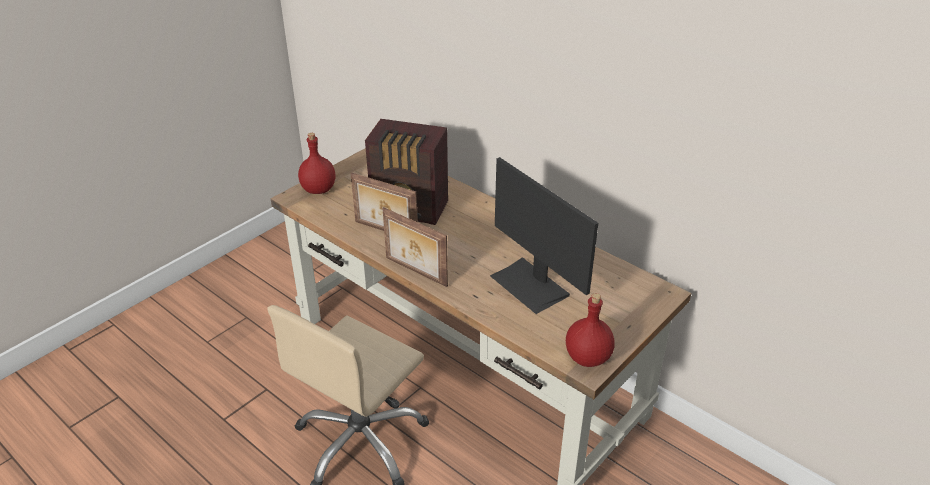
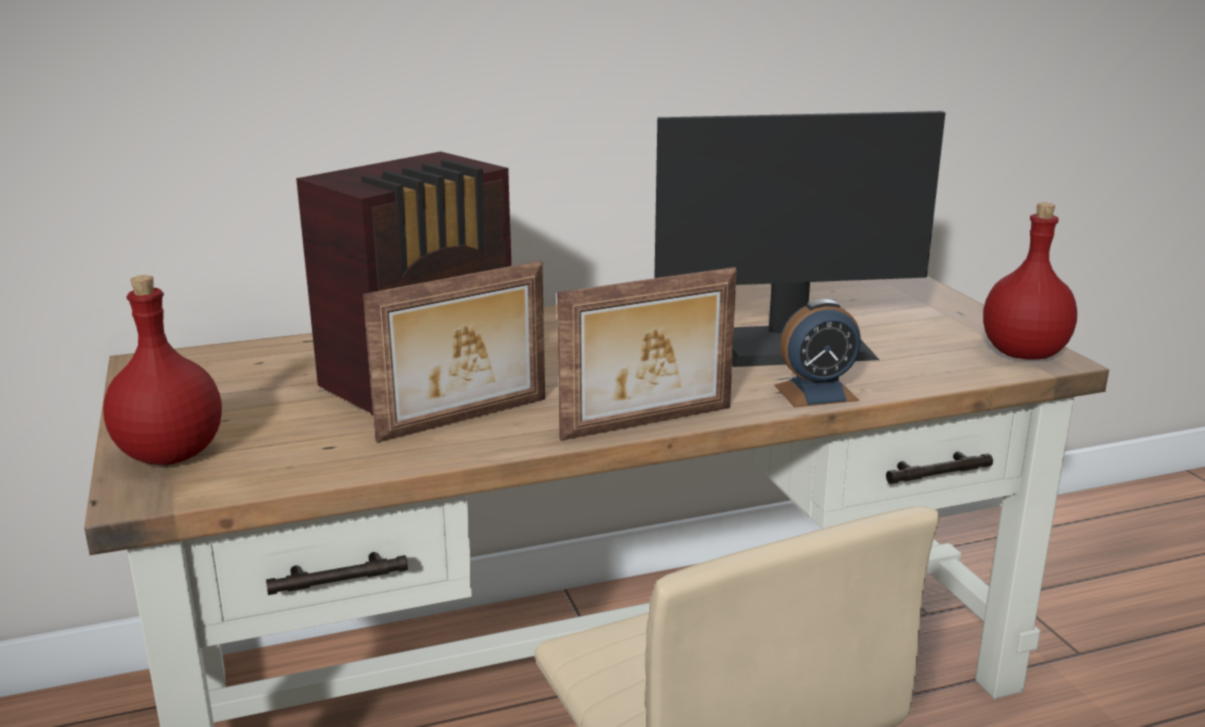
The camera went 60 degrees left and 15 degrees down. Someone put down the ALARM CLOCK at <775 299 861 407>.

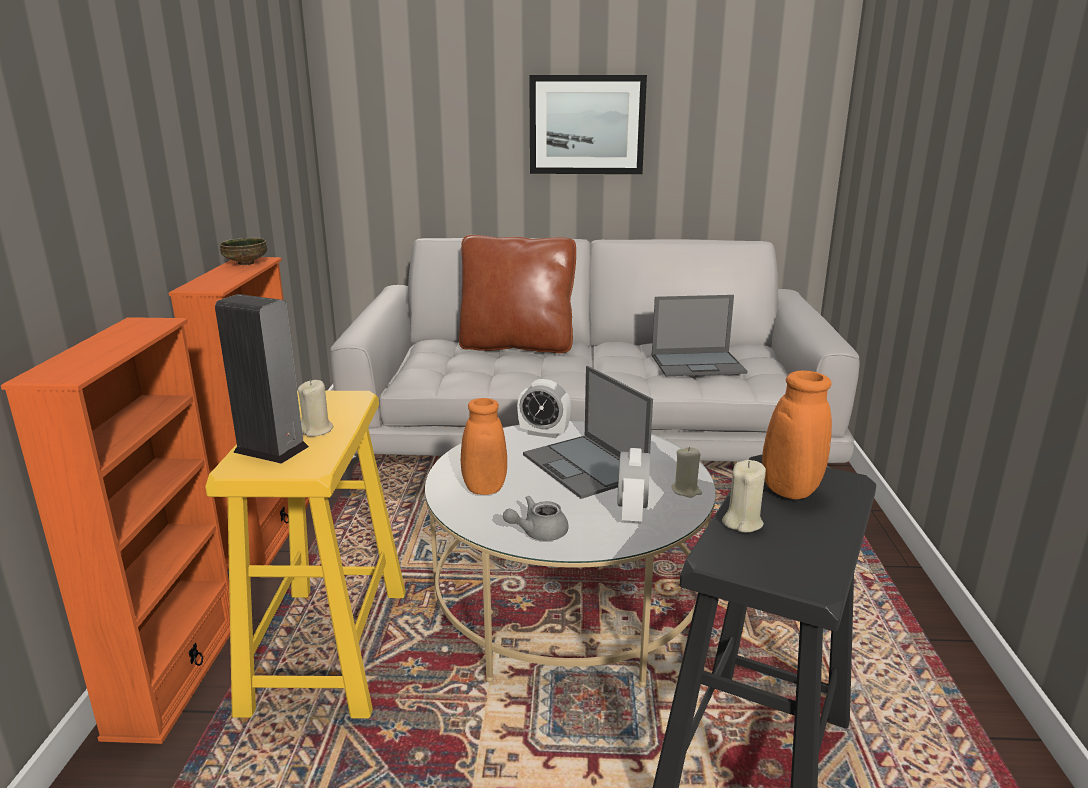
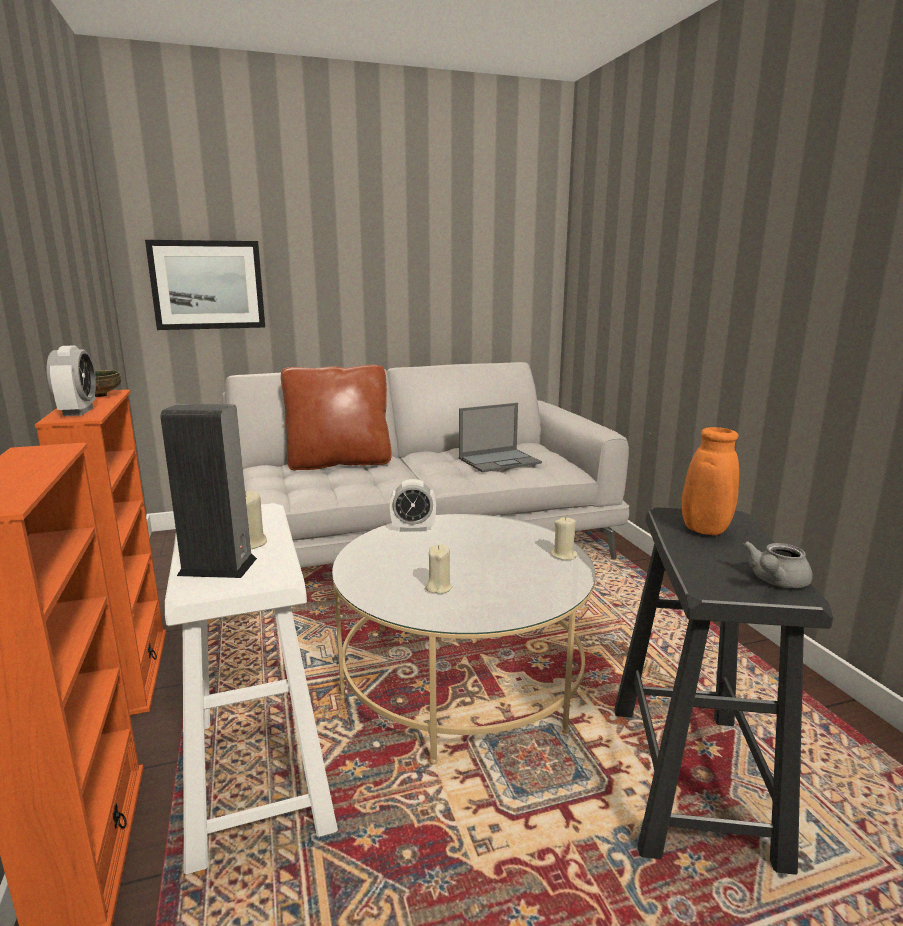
The camera went 20 degrees left and 5 degrees down. Someone carried the ALARM CLOCK from <617 448 650 524> to <47 346 96 416>. Someone carried the PICTURE from <529 75 647 174> to <145 240 265 330>. Someone repainted the YELLOW STOOL at <205 390 406 718>, which became the WHITE STOOL at <165 503 338 874>. Someone carried the BEIGE CANDLE from <722 460 766 533> to <425 544 452 594>. Someone carried the GREY TEAPOT from <503 496 569 541> to <743 541 813 588>. Someone took away the ORANGE VASE at <461 398 507 495>. Someone took away the LAPTOP at <523 366 653 499>.

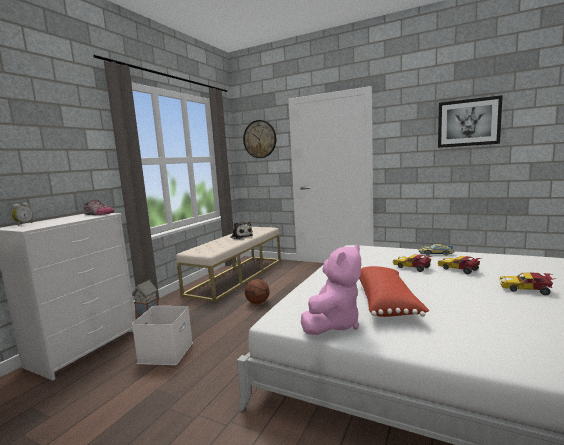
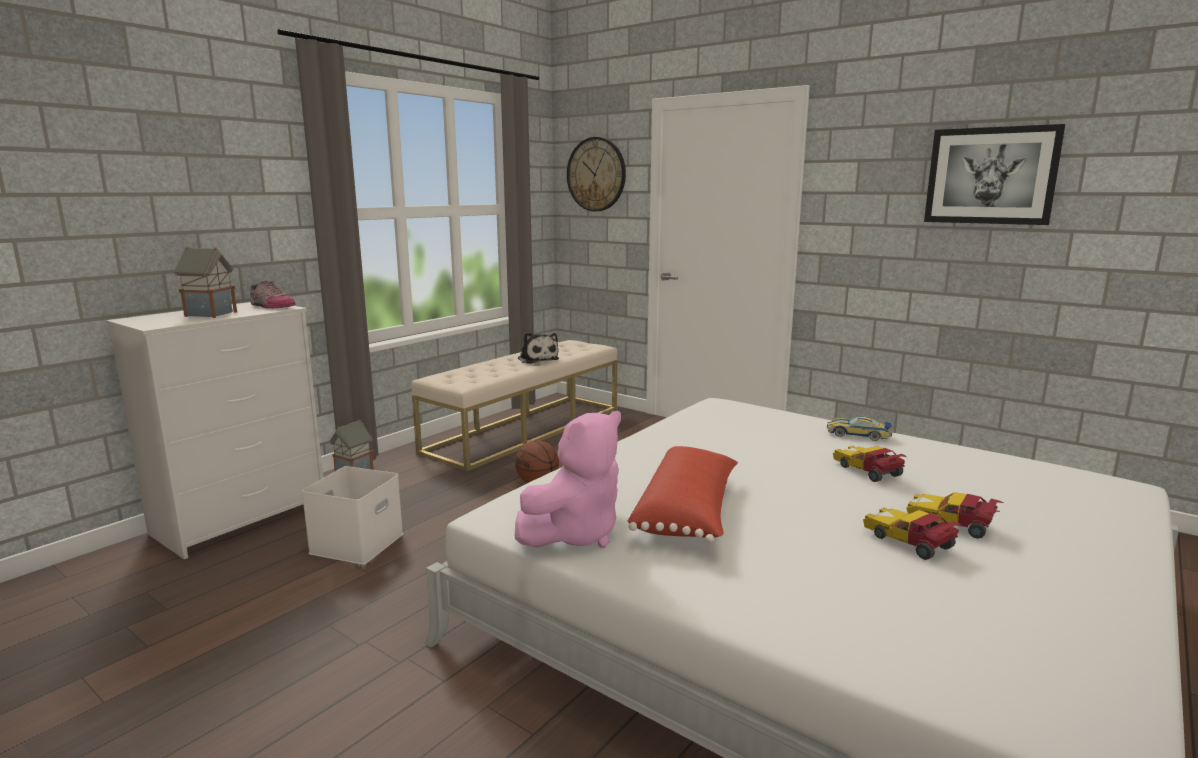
The camera went 10 degrees right and 5 degrees up. Someone put down the TOY HOUSE at <174 247 237 318>. Someone carried the TOY CAR from <393 254 433 272> to <863 508 963 560>. Someone took away the ALARM CLOCK at <11 203 33 226>.

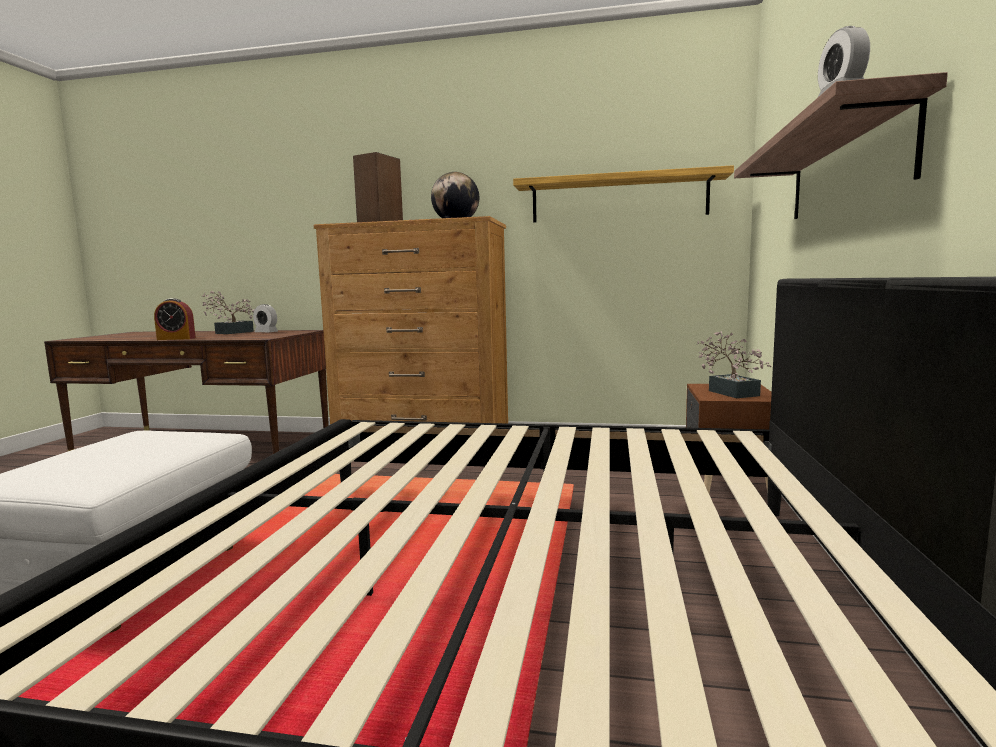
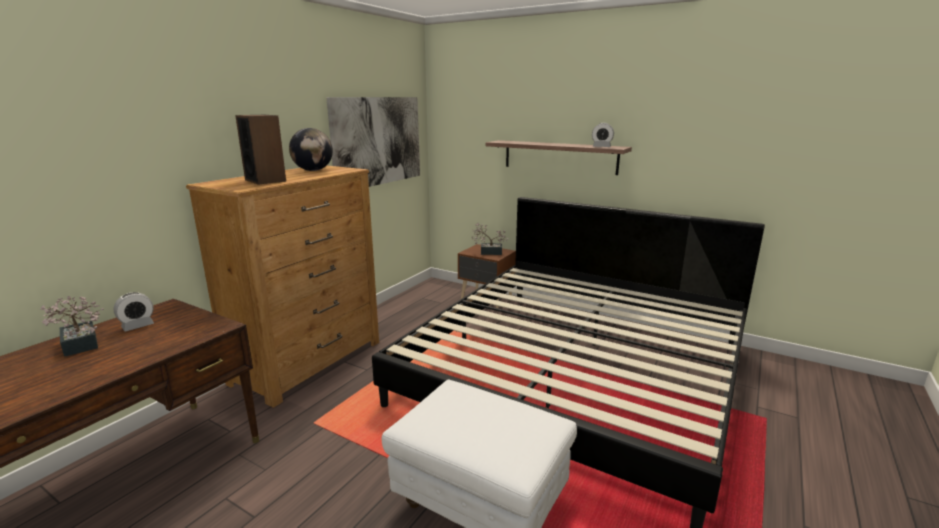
The camera went 70 degrees left and 10 degrees up. Someone swapped the SHELF at <513 165 734 222> for the PICTURE at <326 97 420 187>. Someone took away the ALARM CLOCK at <154 298 196 340>.

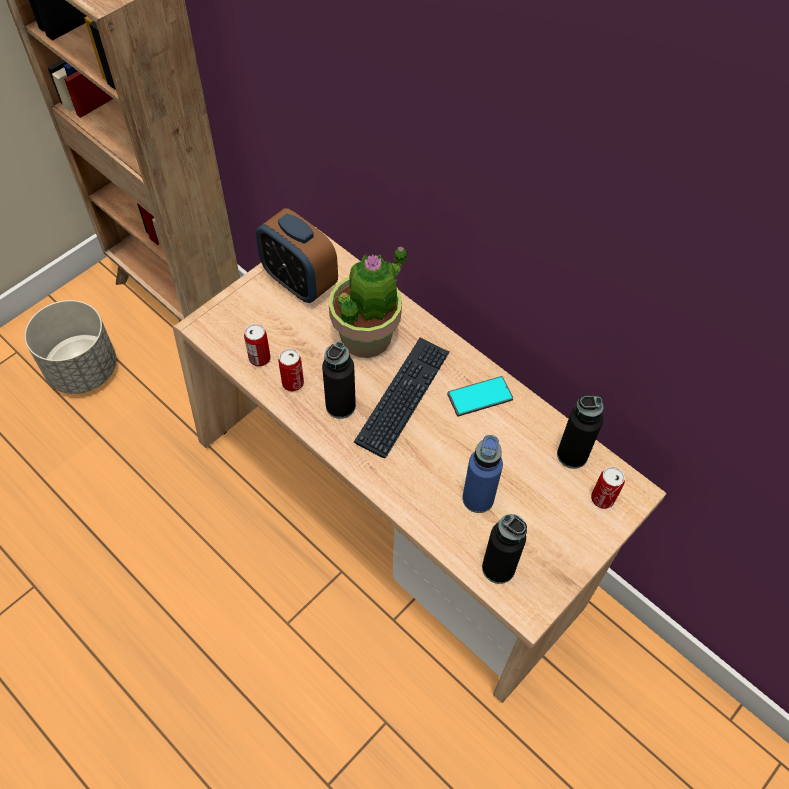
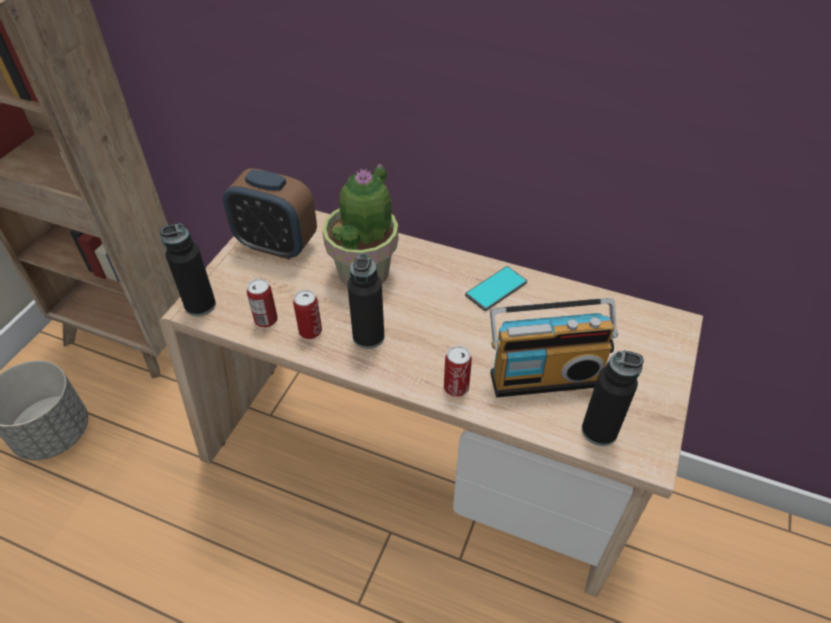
The camera went 20 degrees left and 10 degrees down. Someone carried the BLACK BOTTLE from <557 395 603 469> to <160 224 216 316>. Someone carried the CAN from <591 466 625 509> to <444 345 472 397>. Someone swapped the BLUE BOTTLE at <462 435 503 513> for the RADIO at <490 298 618 397>. Someone took away the KEYBOARD at <354 337 450 458>.

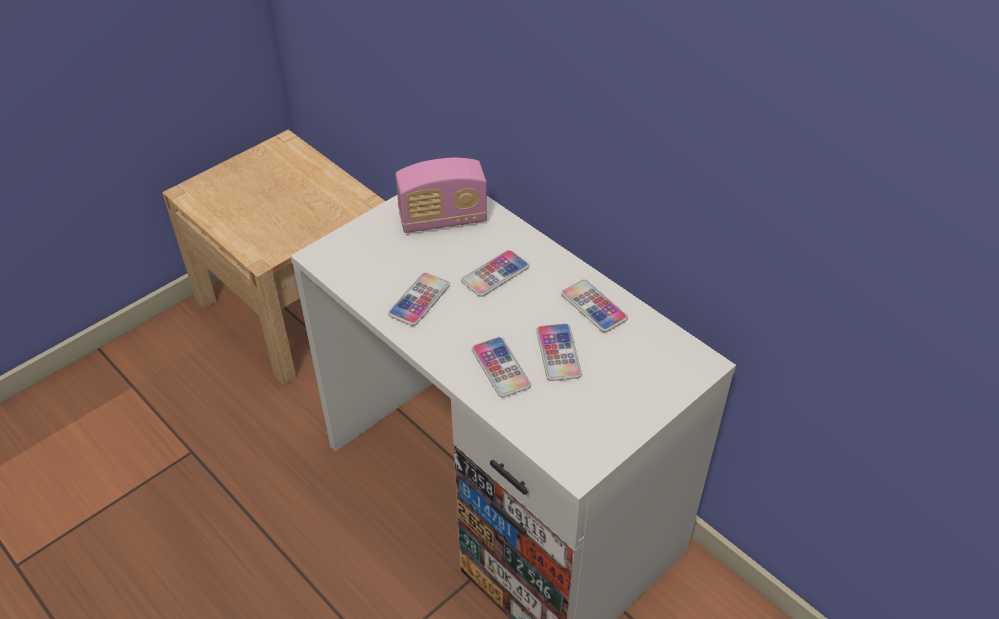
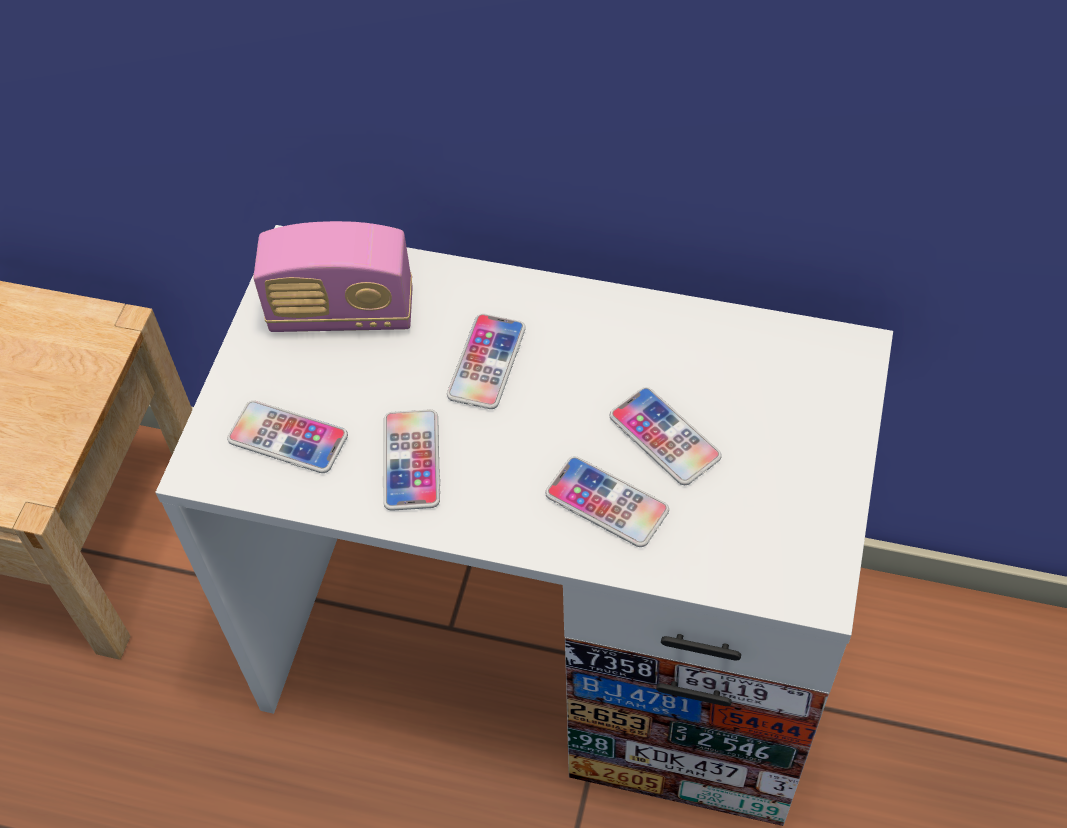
The camera went 30 degrees left and 10 degrees up. Someone carried the PHONE from <561 279 628 332> to <227 400 348 473>. Someone rotated the RADIO at <396 158 487 233> by 45 degrees clockwise.

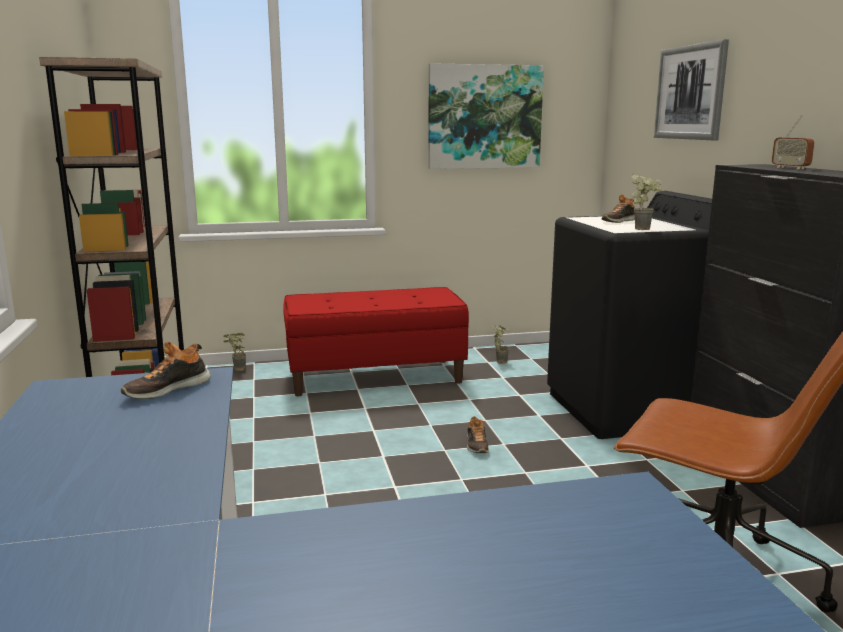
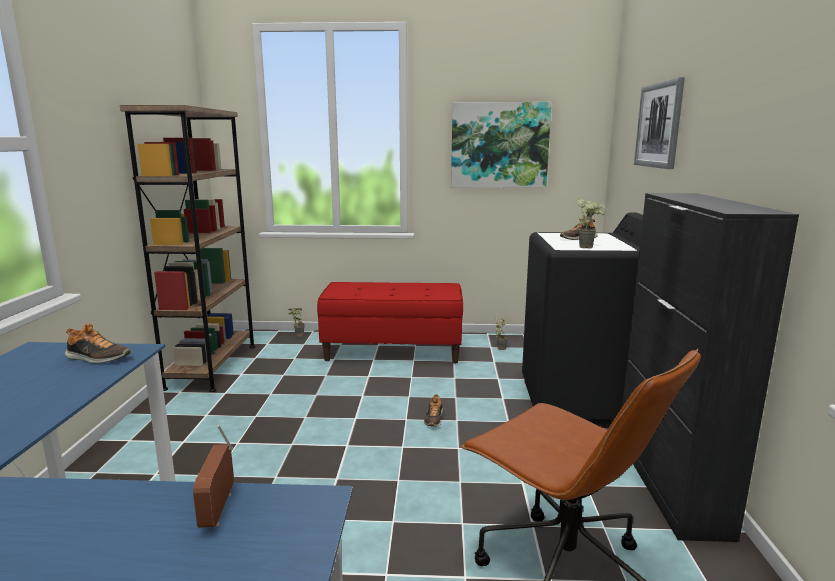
The camera went 15 degrees right and 0 degrees up. Someone rotated the SHOE at <121 342 211 399> by 135 degrees counterclockwise. Someone carried the RADIO from <772 115 815 169> to <193 425 234 528>.

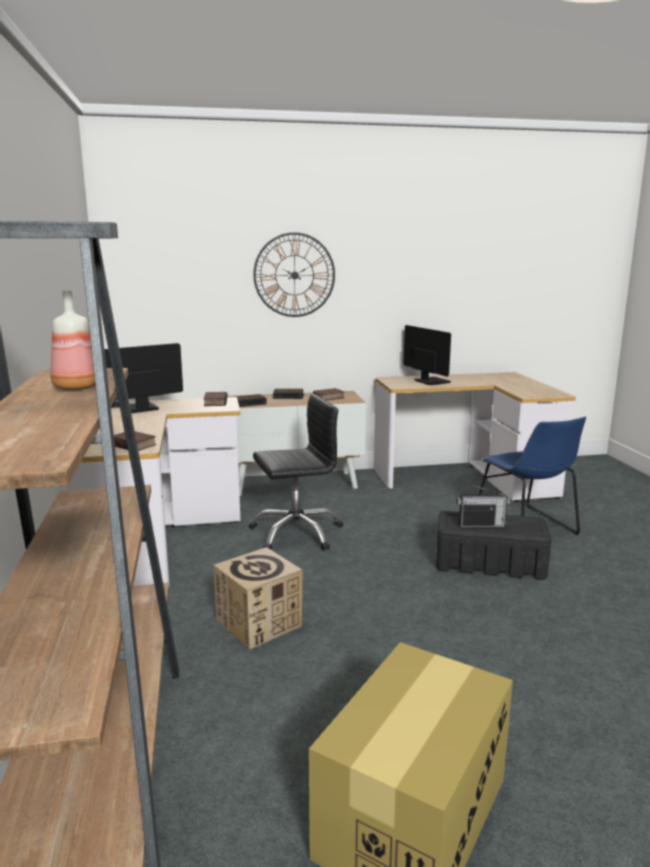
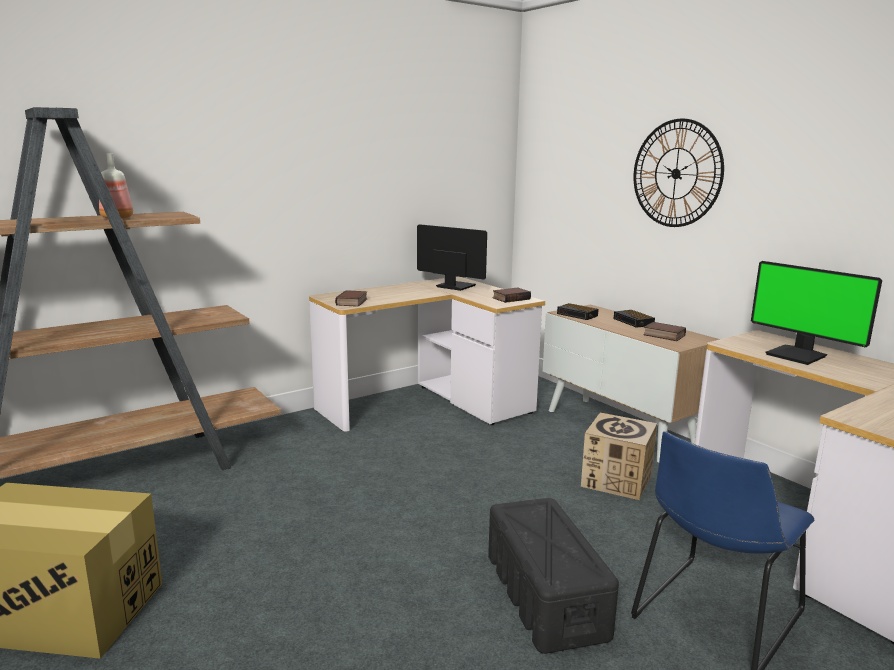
The camera went 65 degrees right and 0 degrees up. Someone carried the CARDBOARD BOX from <214 547 302 650> to <581 413 657 500>. Someone rotated the MONITOR at <403 325 451 385> by 105 degrees clockwise. Someone took away the BLACK OFFICE CHAIR at <249 393 343 551>. Someone took away the RADIO at <457 483 510 527>.

